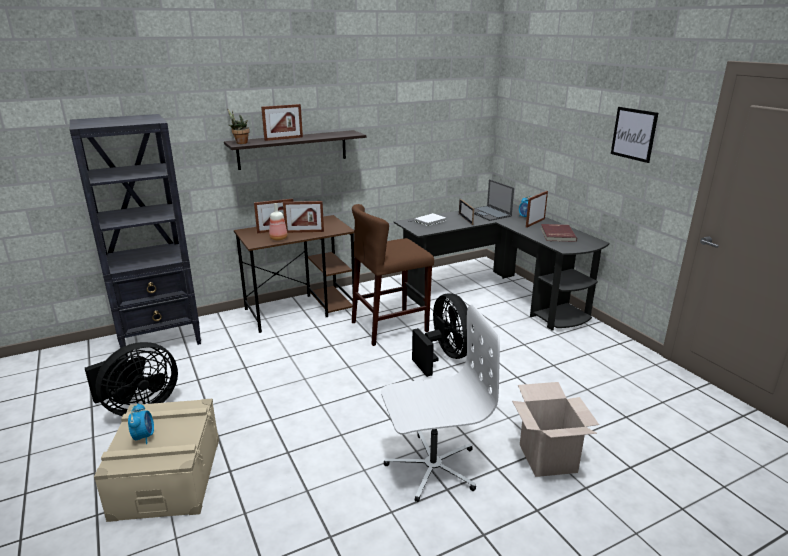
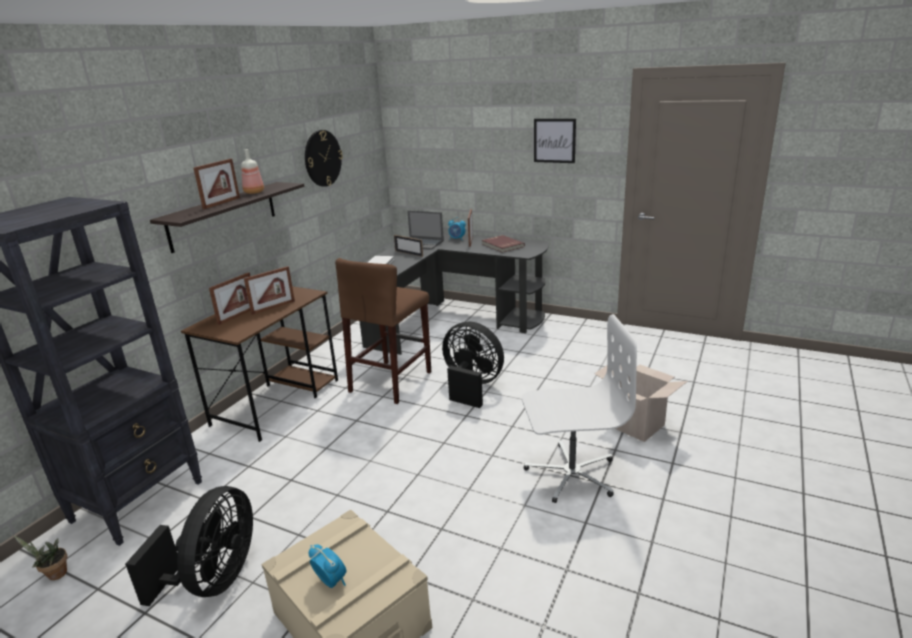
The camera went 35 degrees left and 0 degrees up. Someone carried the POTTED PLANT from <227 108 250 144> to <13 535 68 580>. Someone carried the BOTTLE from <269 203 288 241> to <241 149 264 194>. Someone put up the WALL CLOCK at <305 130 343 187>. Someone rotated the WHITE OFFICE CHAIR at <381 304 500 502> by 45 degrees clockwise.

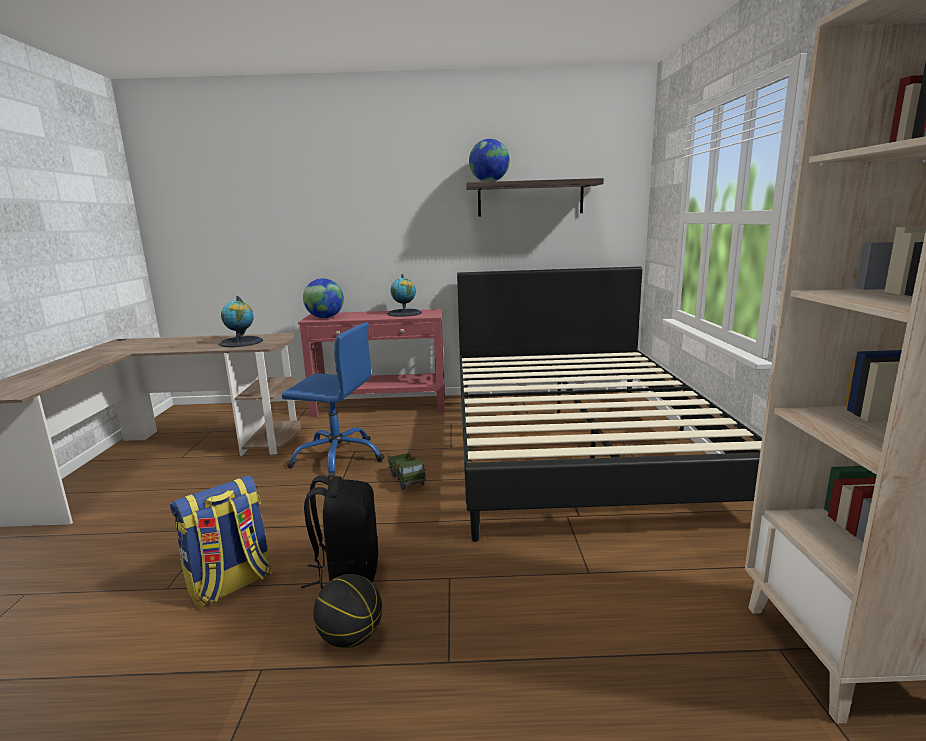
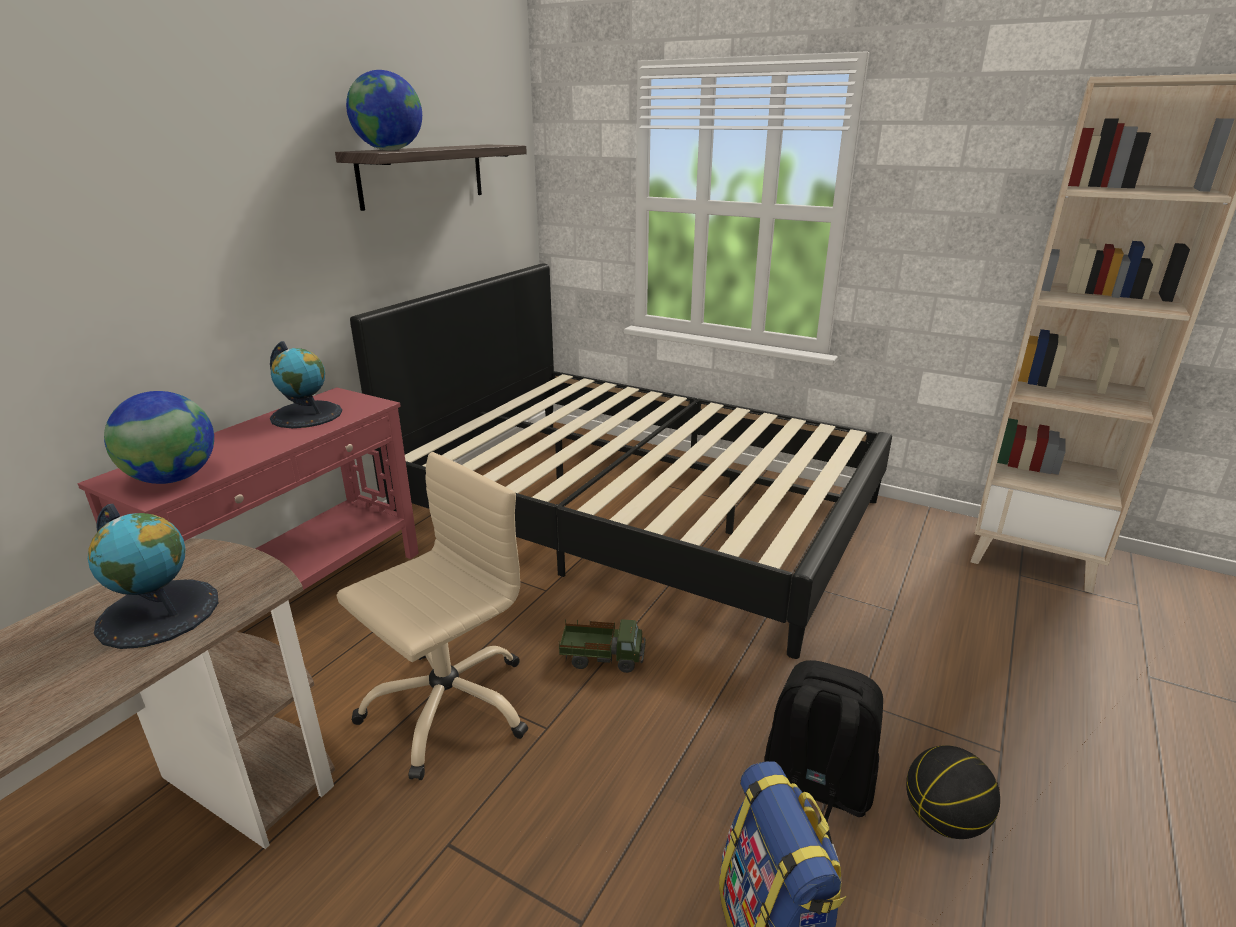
The camera went 60 degrees left and 10 degrees up. Someone repainted the BLUE OFFICE CHAIR at <282 323 385 479>, which became the BEIGE OFFICE CHAIR at <337 452 528 780>.

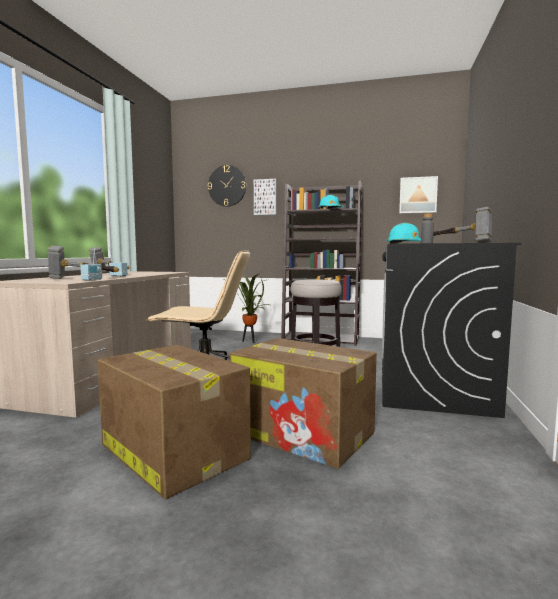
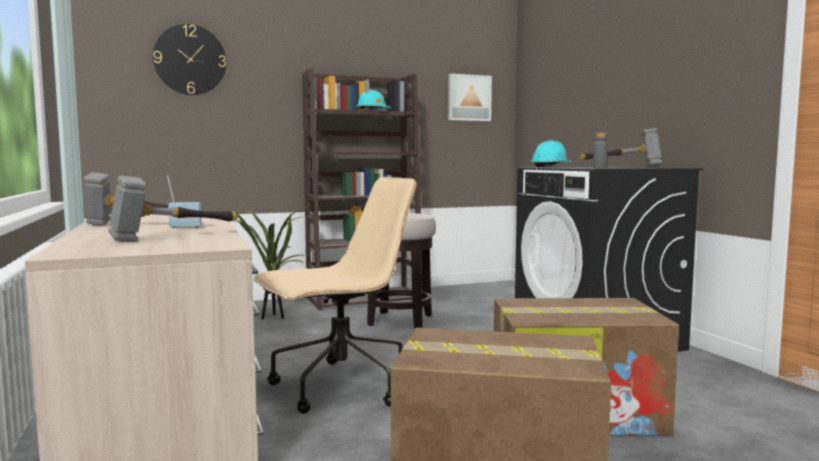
The camera went 35 degrees left and 0 degrees up. Someone took away the RADIO at <80 247 102 281>. Someone took away the PICTURE at <254 179 277 215>.

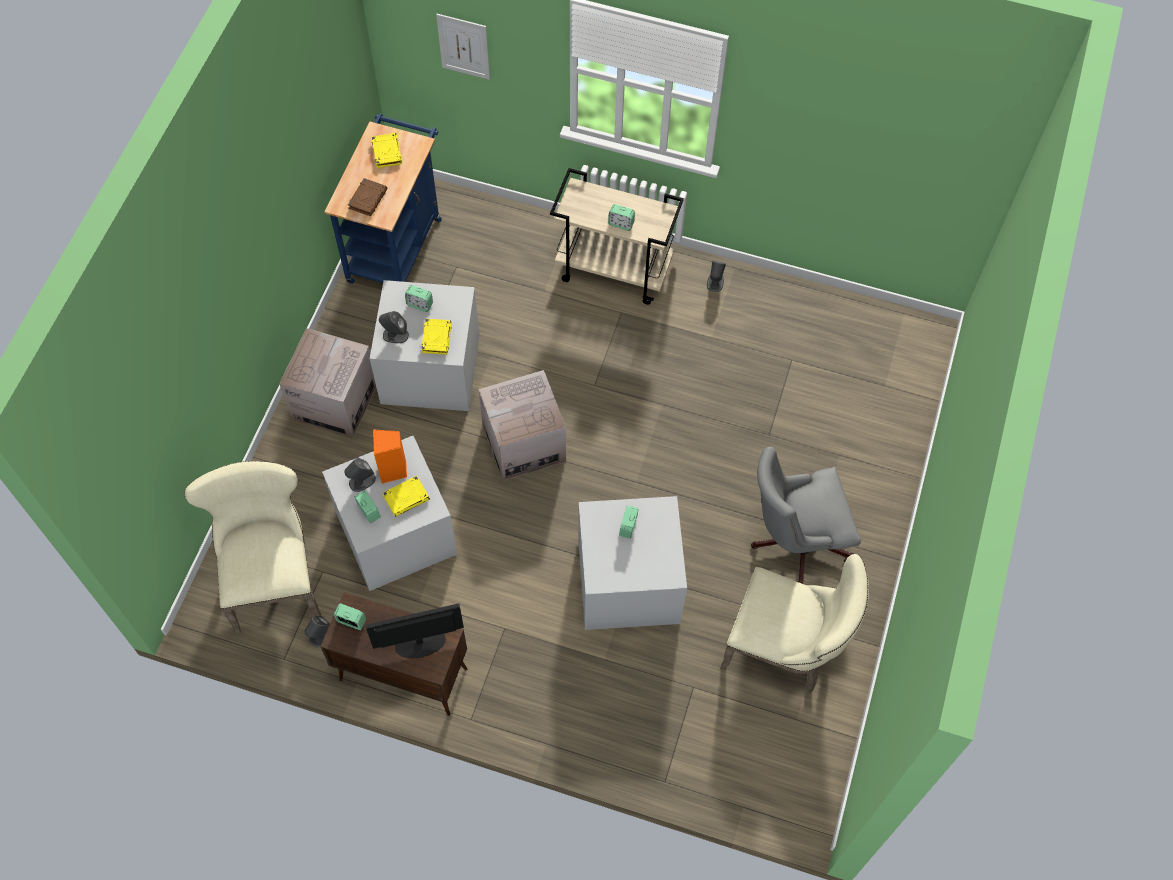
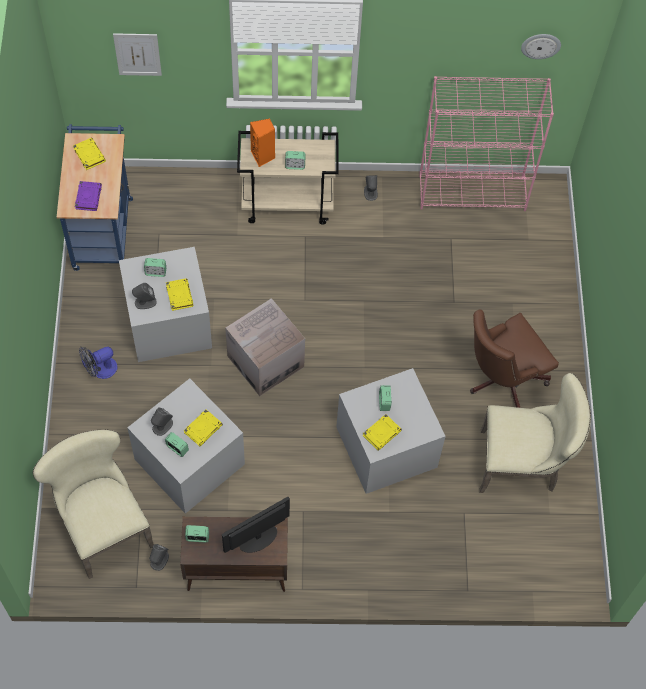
The camera went 20 degrees left and 0 degrees up. Someone repainted the BROWN BOOK at <348 178 388 216>, which became the PURPLE BOOK at <75 181 102 211>. Someone swapped the CARDBOARD BOX at <279 328 376 438> for the FAN at <79 347 117 379>. Someone carried the ORANGE SPEAKER from <373 429 407 484> to <250 119 275 167>. Someone put down the YELLOW BOOK at <363 414 402 451>. Someone put down the PINK BOOKCASE at <419 76 554 211>. Someone repainted the GREY OFFICE CHAIR at <751 447 861 584>, which became the BROWN OFFICE CHAIR at <470 309 559 408>. Someone put up the WALL CLOCK at <521 34 561 59>.

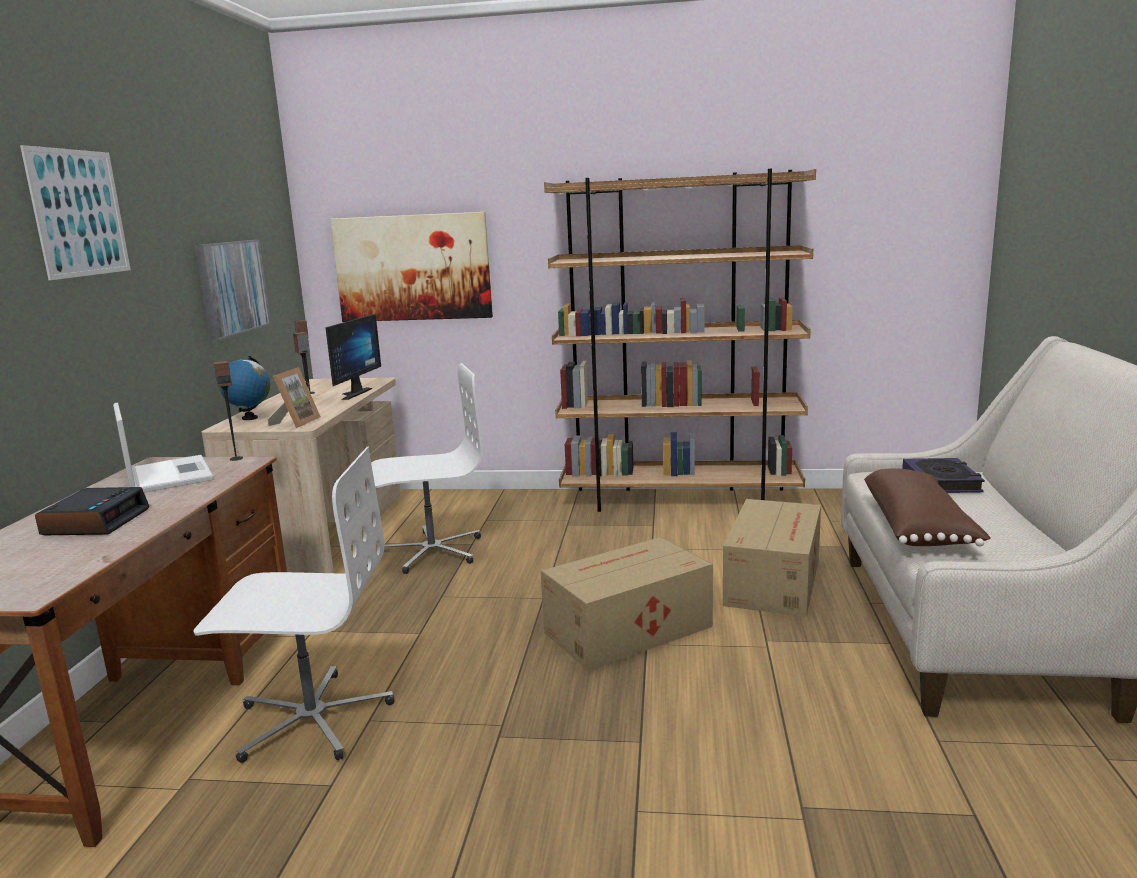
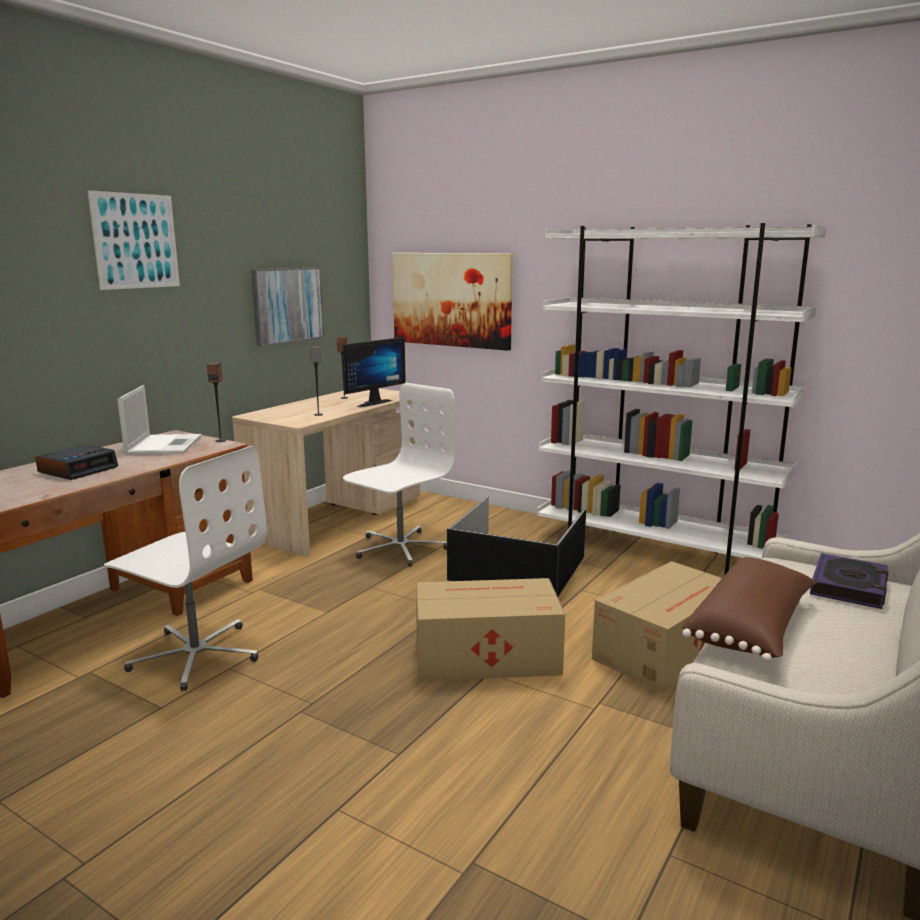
The camera went 25 degrees right and 0 degrees up. Someone rotated the WHITE OFFICE CHAIR at <371 363 483 574> by 60 degrees counterclockwise. Someone put down the BLACK STORAGE BOX at <447 497 586 597>. Someone repainted the BROWN BOOKCASE at <544 168 816 512>, which became the WHITE BOOKCASE at <537 223 826 576>. Someone took away the GLOBE at <219 356 270 420>. Someone took away the PICTURE FRAME at <268 367 321 428>.

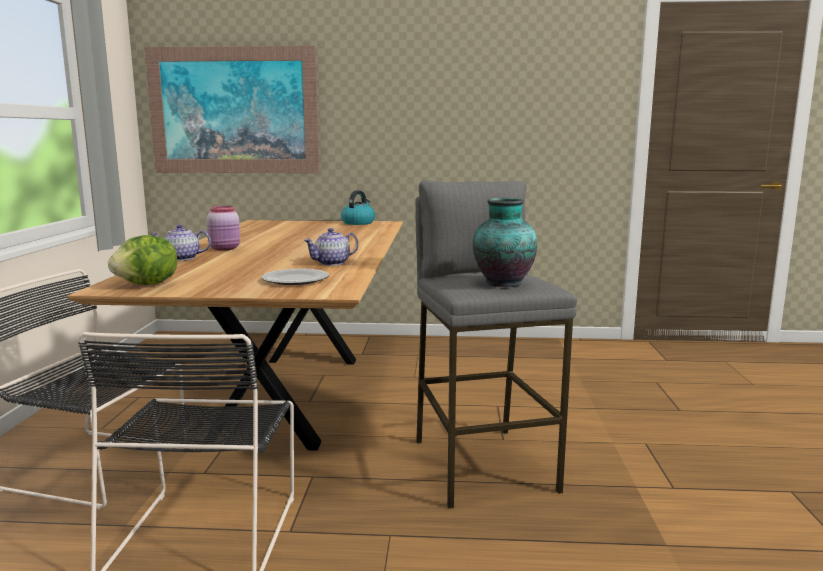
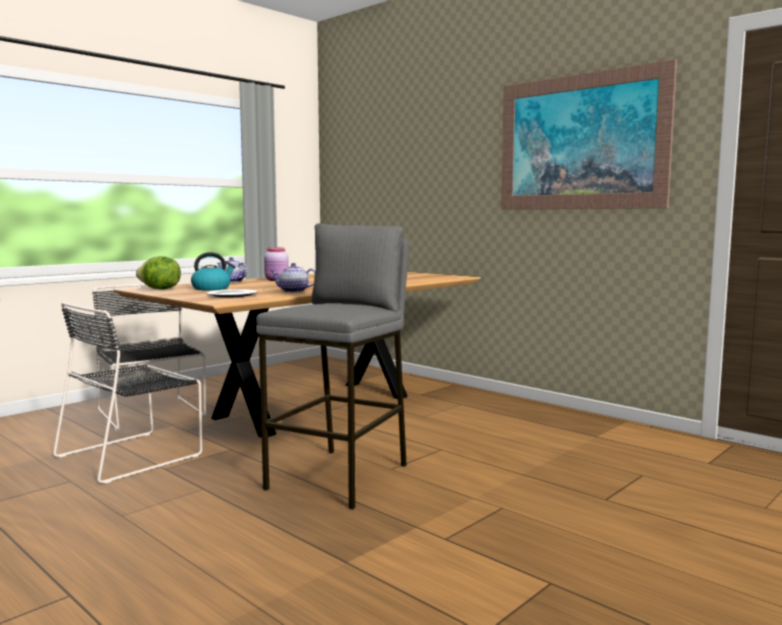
The camera went 40 degrees right and 5 degrees down. Someone carried the KETTLE from <341 190 375 225> to <191 252 236 290>. Someone carried the PICTURE from <145 46 320 173> to <501 59 677 210>. Someone took away the VASE at <473 198 537 287>.

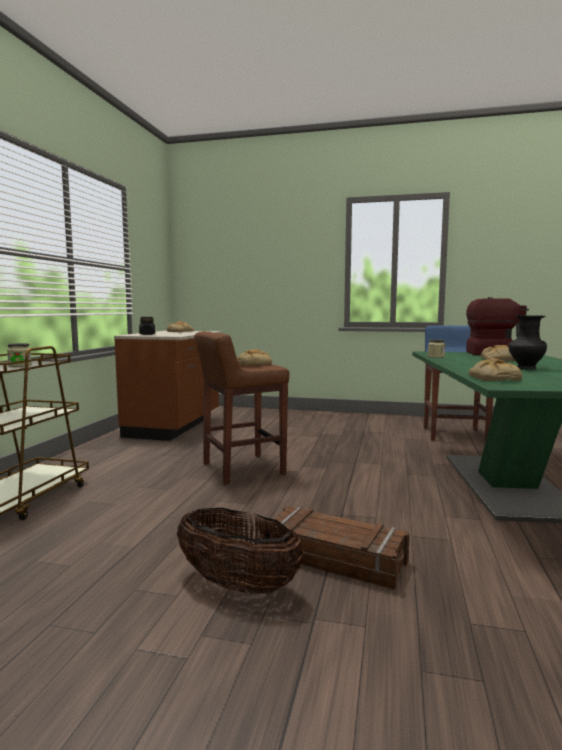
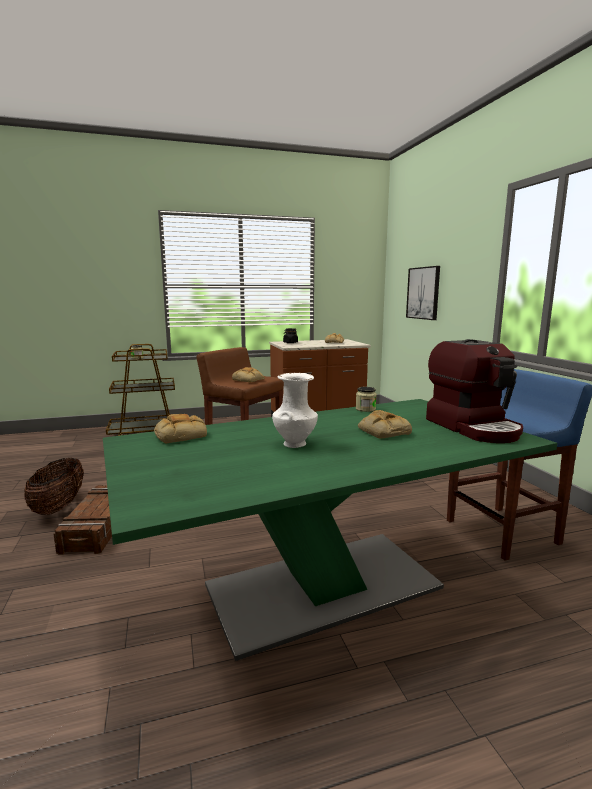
The camera went 60 degrees right and 5 degrees up. Someone repainted the BLACK VASE at <508 315 547 370>, which became the WHITE VASE at <272 373 318 448>. Someone put up the PICTURE at <406 266 440 320>.

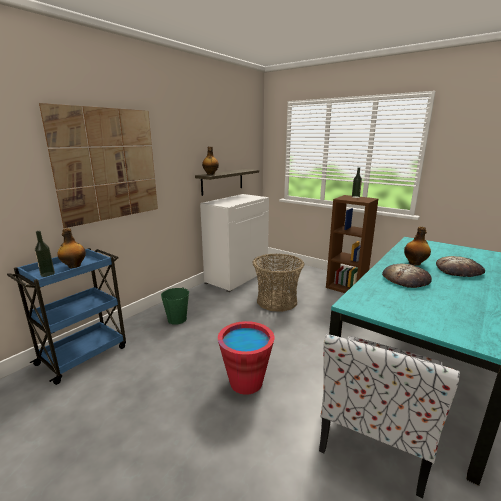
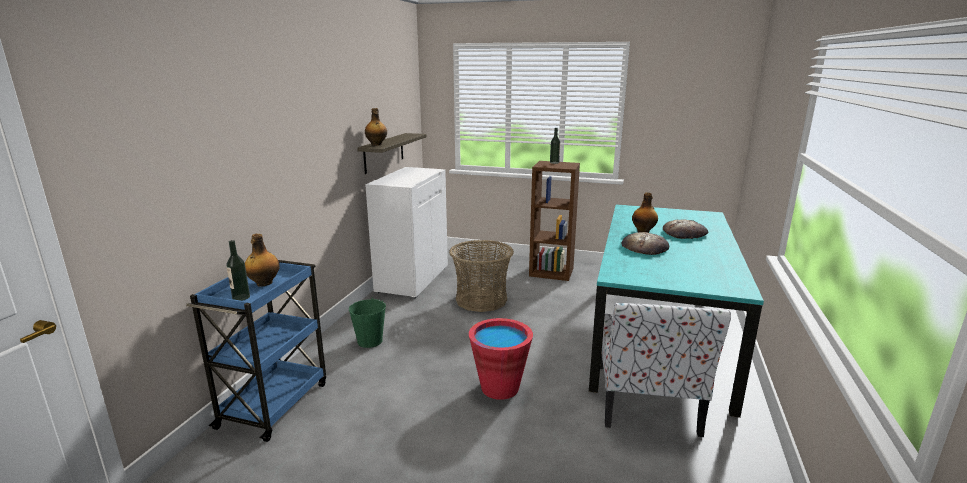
The camera went 20 degrees left and 0 degrees up. Someone took away the PICTURE at <39 103 158 228>.

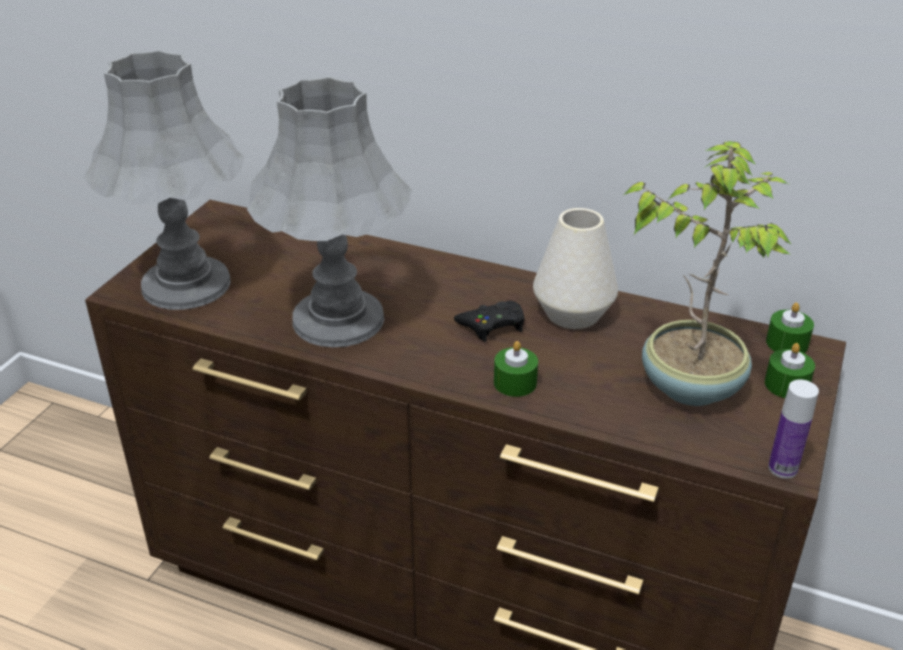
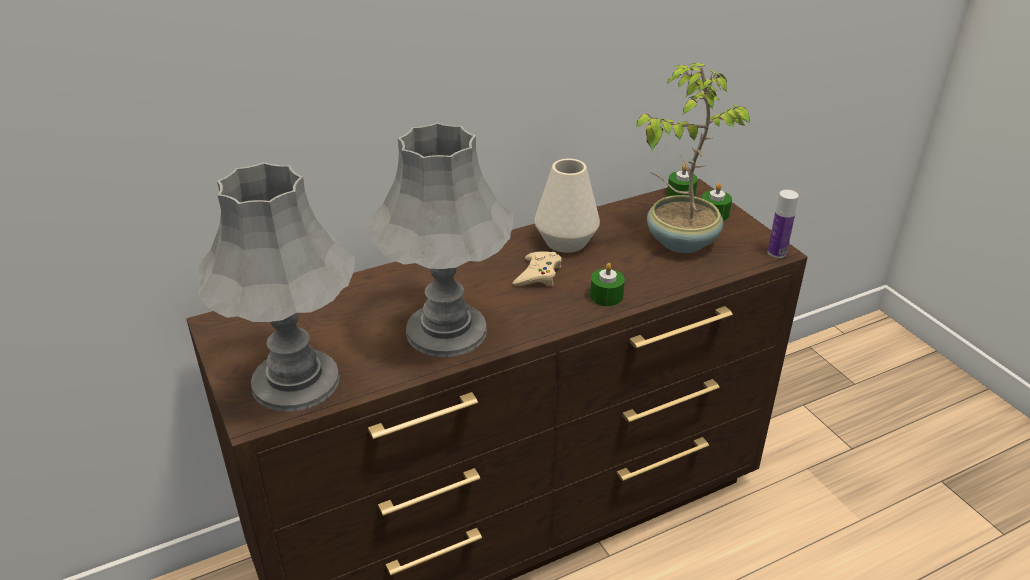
The camera went 50 degrees left and 0 degrees up. Someone repainted the BLACK GAME CONTROLLER at <454 301 525 342>, which became the BEIGE GAME CONTROLLER at <512 251 562 286>.

